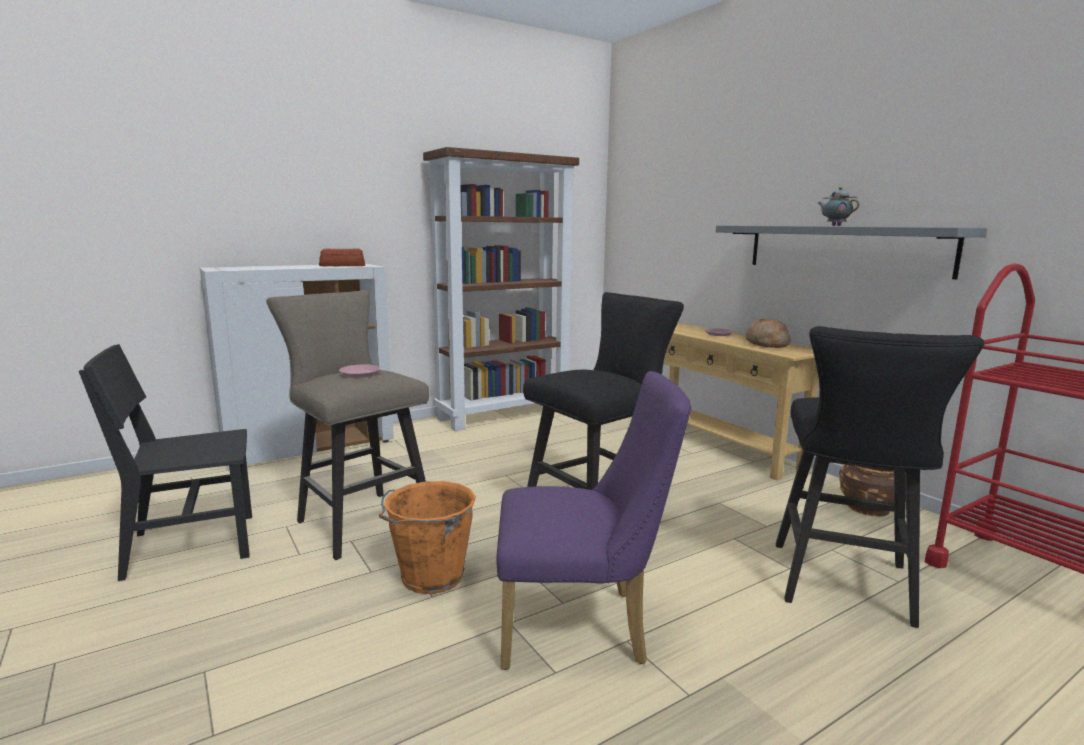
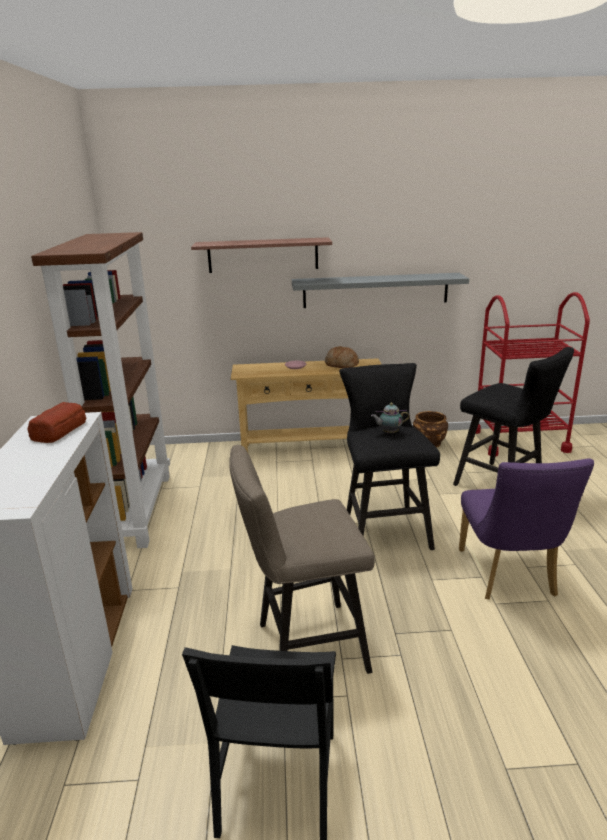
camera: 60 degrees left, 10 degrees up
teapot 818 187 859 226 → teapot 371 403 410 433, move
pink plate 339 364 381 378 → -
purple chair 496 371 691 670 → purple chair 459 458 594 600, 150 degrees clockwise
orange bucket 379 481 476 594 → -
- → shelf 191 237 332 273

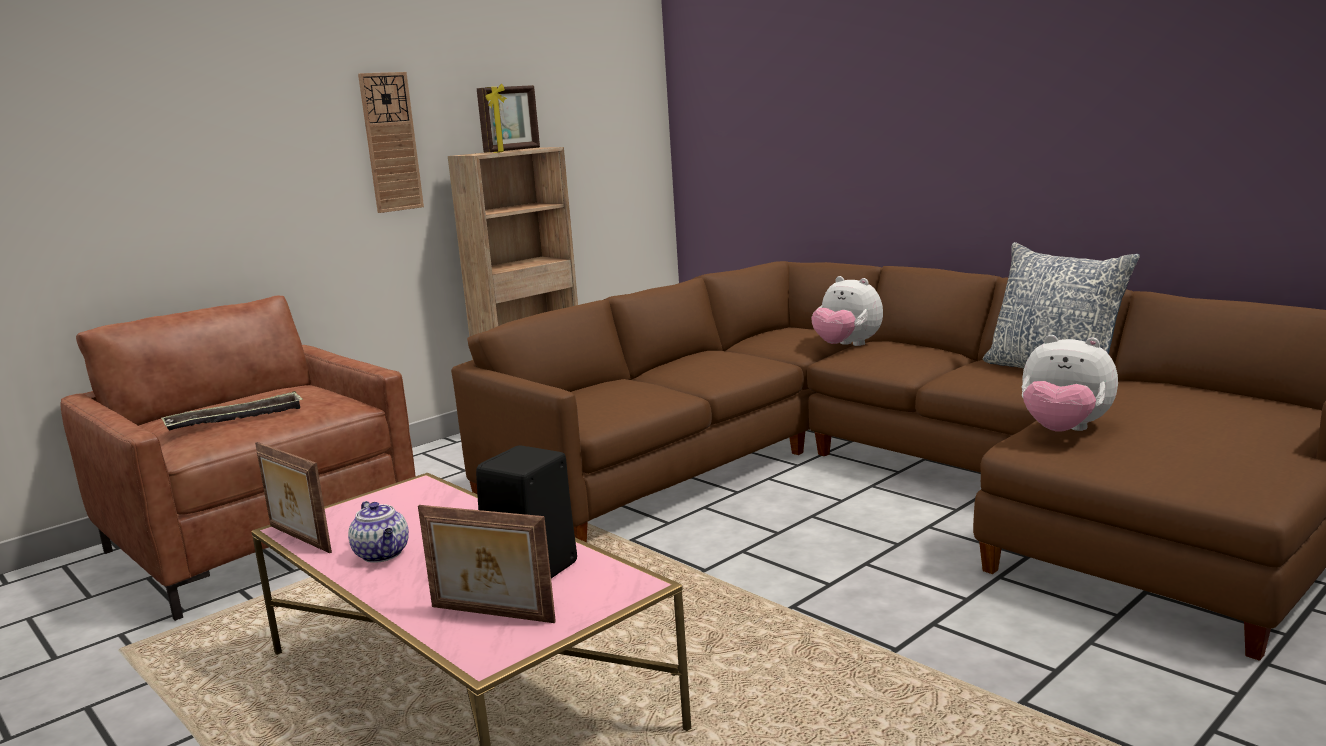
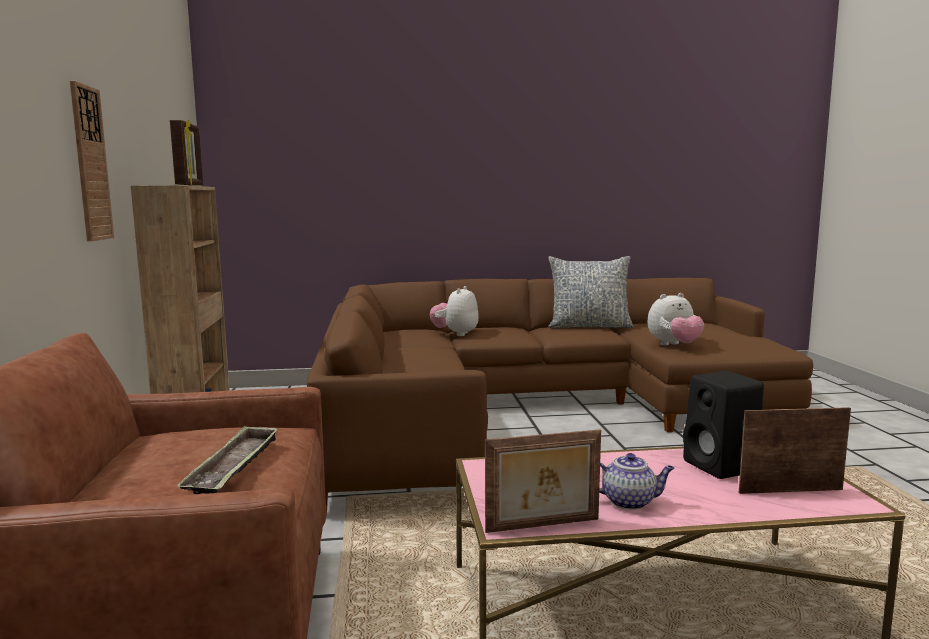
camera: 55 degrees left, 5 degrees down
plush toy 811 276 883 346 → plush toy 430 286 479 336, 120 degrees clockwise
picture frame 418 505 556 623 → picture frame 739 407 851 494, 150 degrees counterclockwise

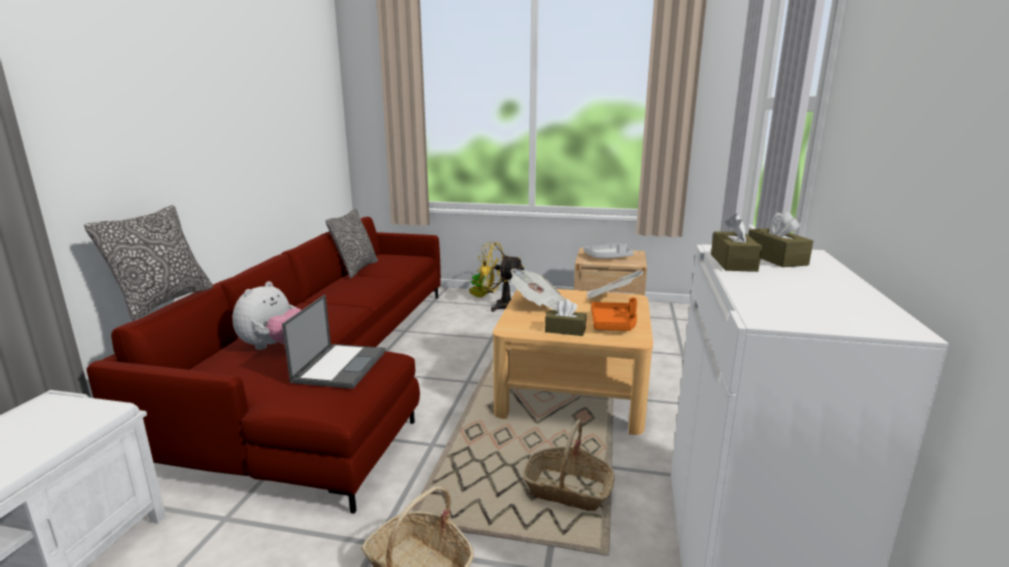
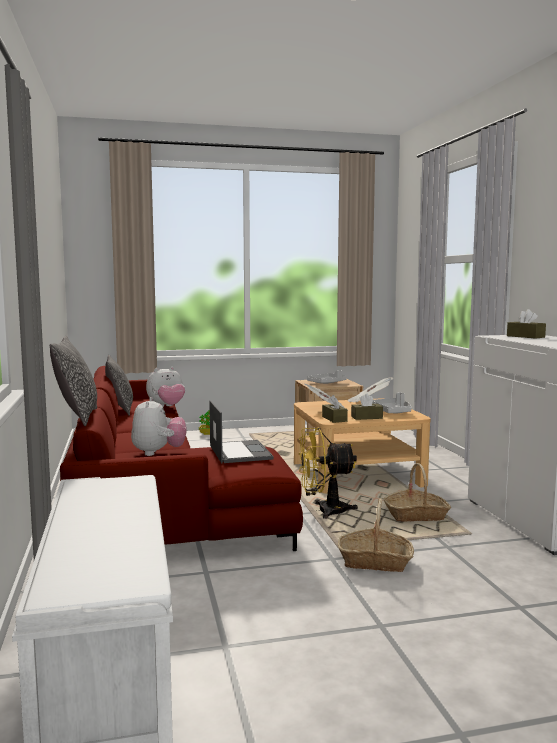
camera: 25 degrees left, 10 degrees down
brown tissue box 711 214 762 272 → brown tissue box 322 395 348 423, move
yellow fan 476 242 524 312 → yellow fan 299 427 358 519, move
orange tray 591 297 637 331 → grey tray 372 392 412 413
- → plush toy 146 367 185 407

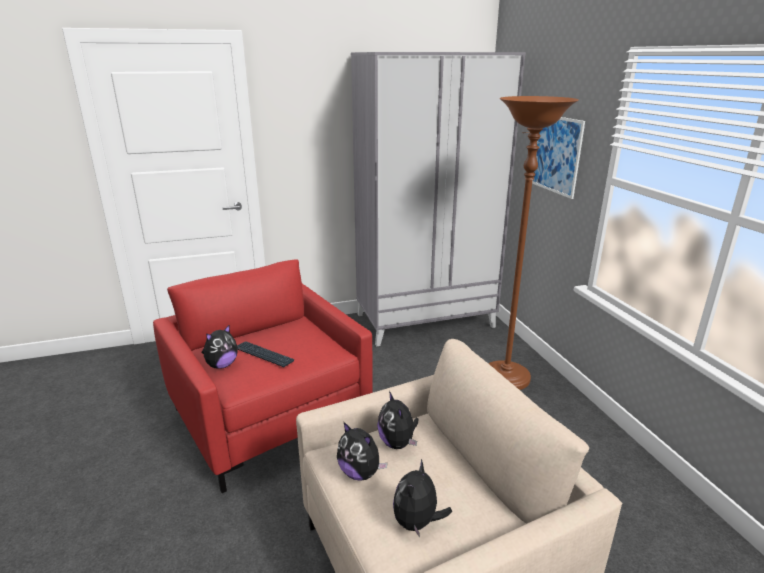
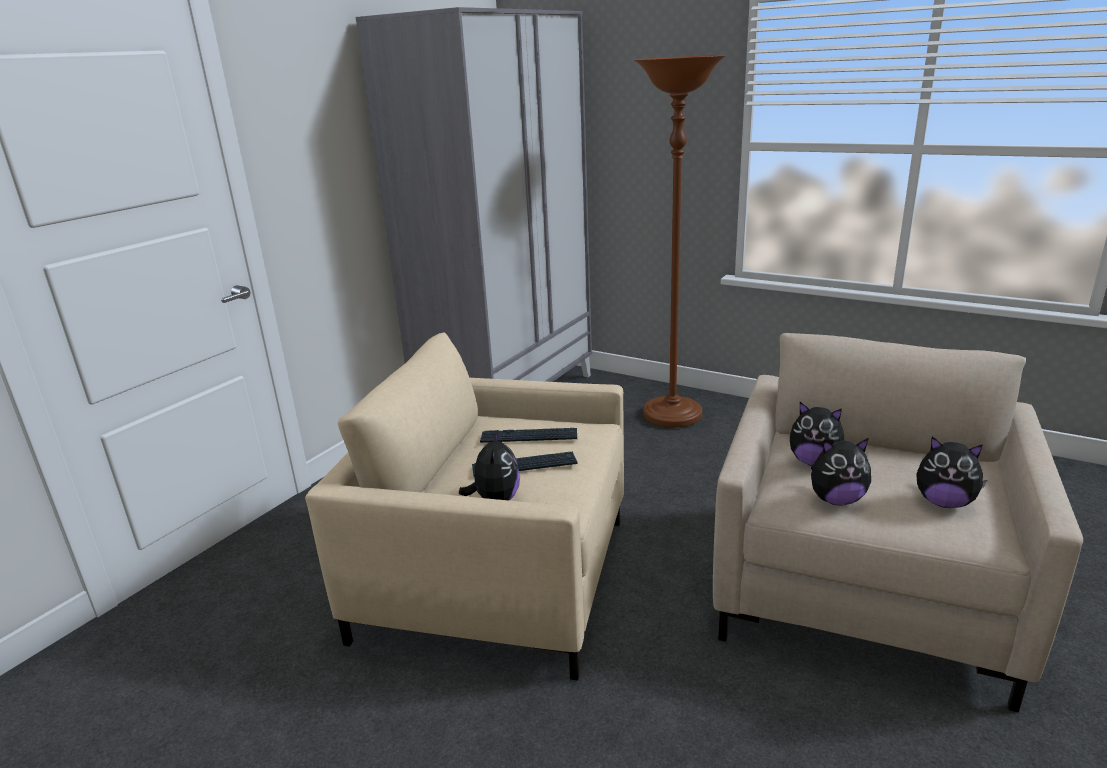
camera: 40 degrees left, 0 degrees up
picture 532 117 585 199 → -
red armchair 153 259 373 493 → beige armchair 305 332 624 681
plush toy 393 459 452 537 → plush toy 916 437 988 508, 45 degrees counterclockwise
- → keyboard 480 428 577 443

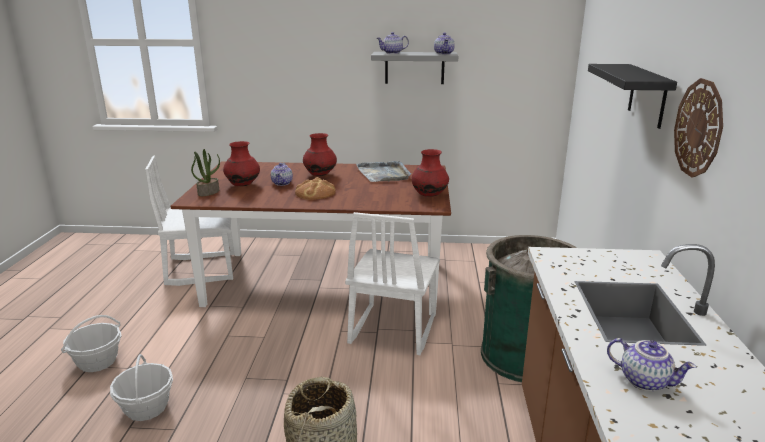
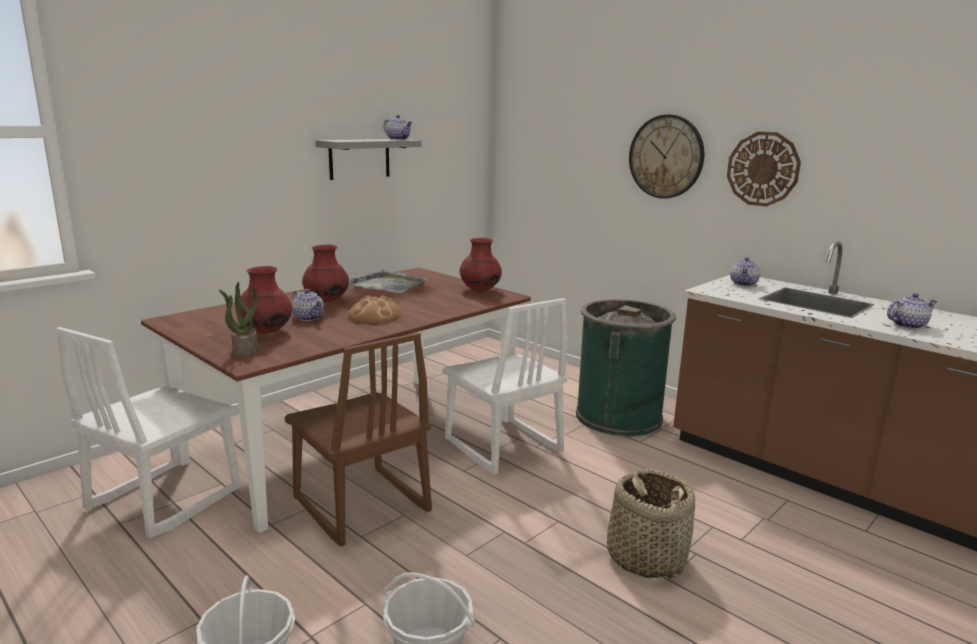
camera: 50 degrees left, 5 degrees down
teapot 377 32 409 54 → teapot 730 257 760 286, move
black shelf 588 64 677 129 → wall clock 629 114 704 199
- → brown chair 284 332 432 547

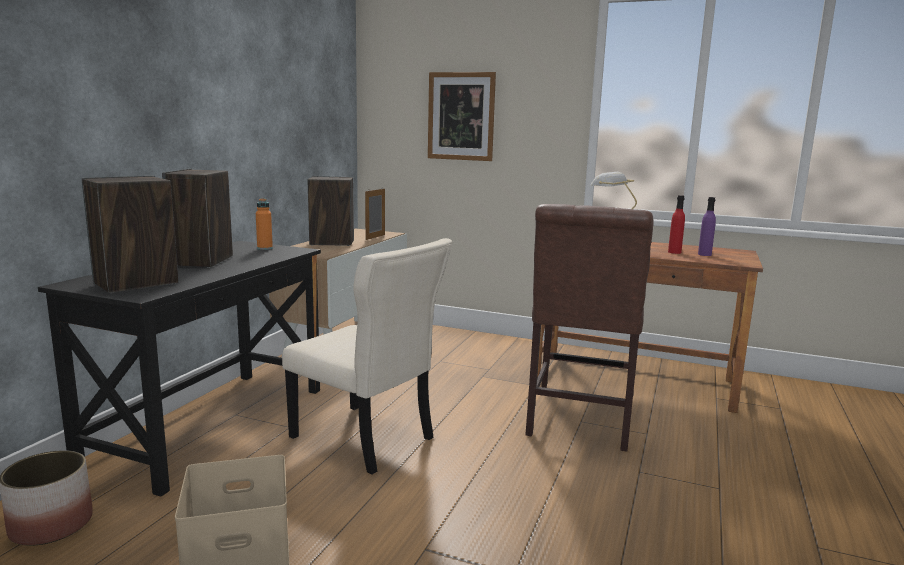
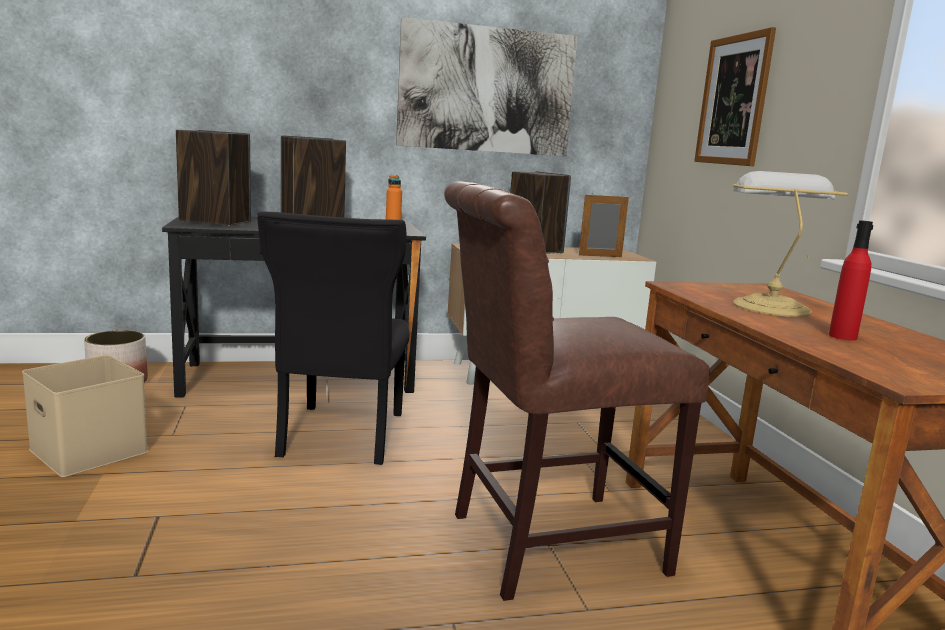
camera: 55 degrees right, 0 degrees up
purple bottle 698 197 716 256 → -
beige chair 282 238 452 474 → black chair 257 212 409 465
- → picture 396 17 578 156

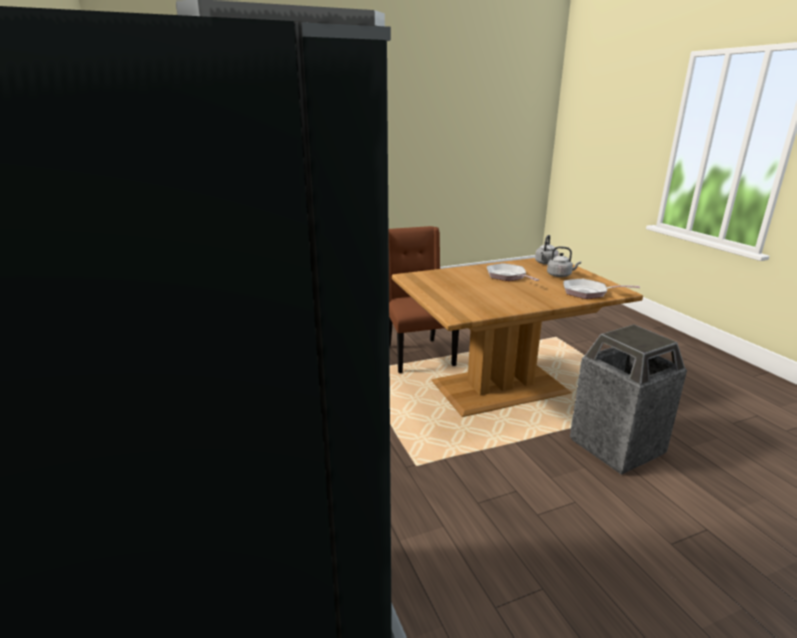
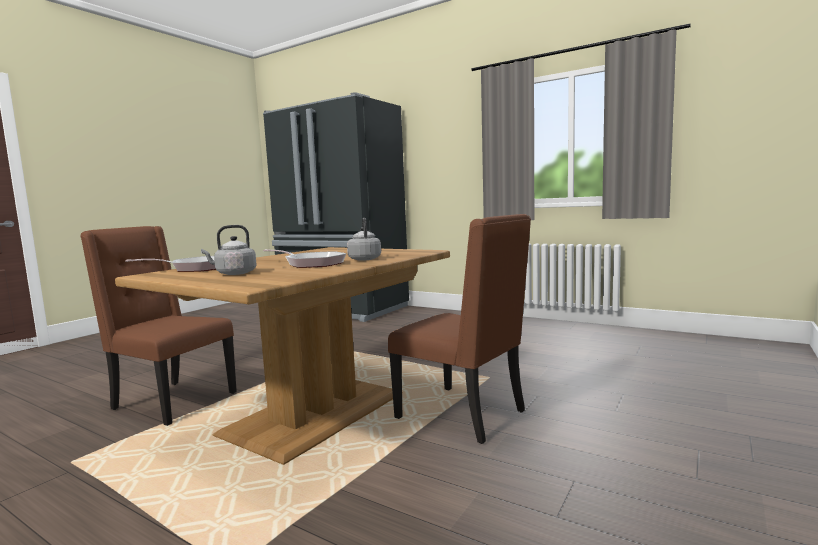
camera: 145 degrees right, 15 degrees down
grey kettle 535 235 559 265 → grey kettle 347 217 381 261, move
trash can 570 324 687 475 → brown chair 81 226 237 426

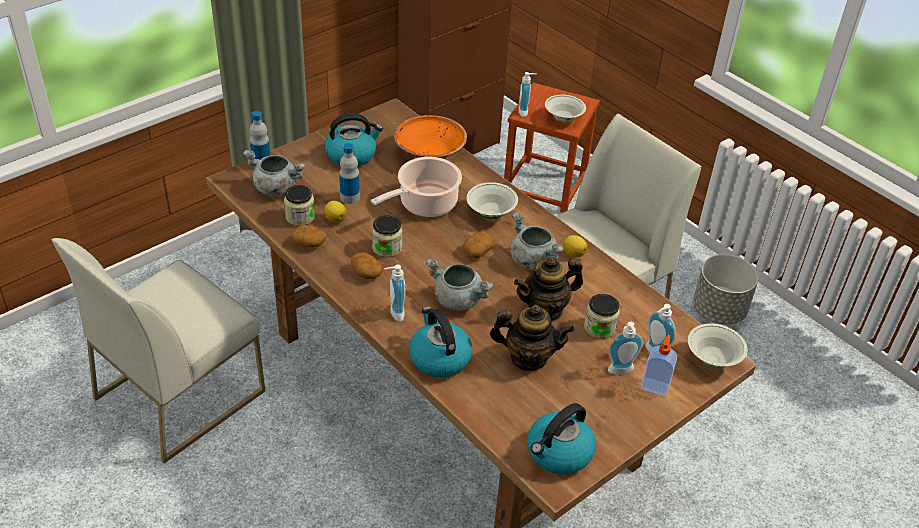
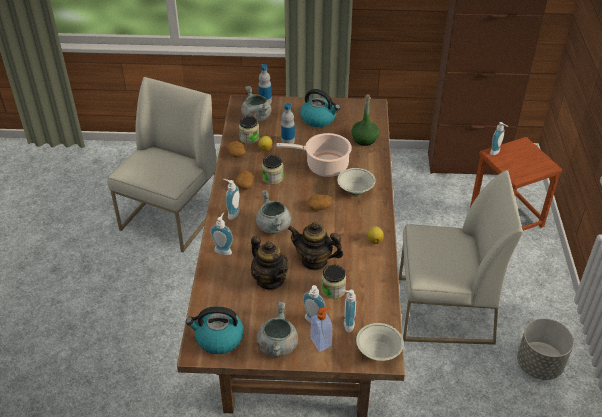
camera: 45 degrees right, 0 degrees up
white bowl 545 95 586 123 → -
orange bowl 394 115 467 159 → green bottle 351 94 379 146
grey cooking pot 511 212 564 270 → grey cooking pot 257 302 298 357, move
white chair 51 238 265 463 → white chair 107 77 217 252, 120 degrees clockwise
kettle 409 307 472 378 → soap dispenser 210 212 233 255

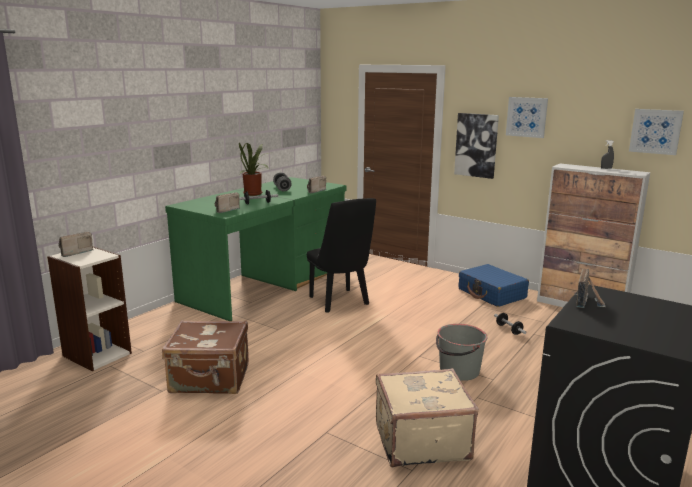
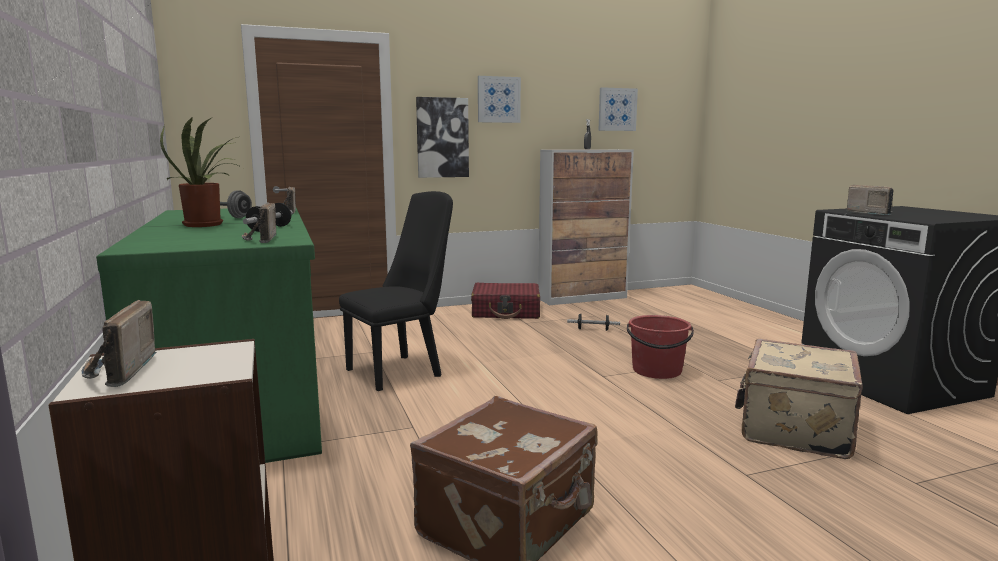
camera: 55 degrees left, 5 degrees down
black chair 307 198 376 313 → black chair 339 191 453 391, 45 degrees counterclockwise
blue suitcase 459 264 529 307 → red suitcase 471 283 540 319
grey bucket 436 324 488 381 → red bucket 627 315 694 379

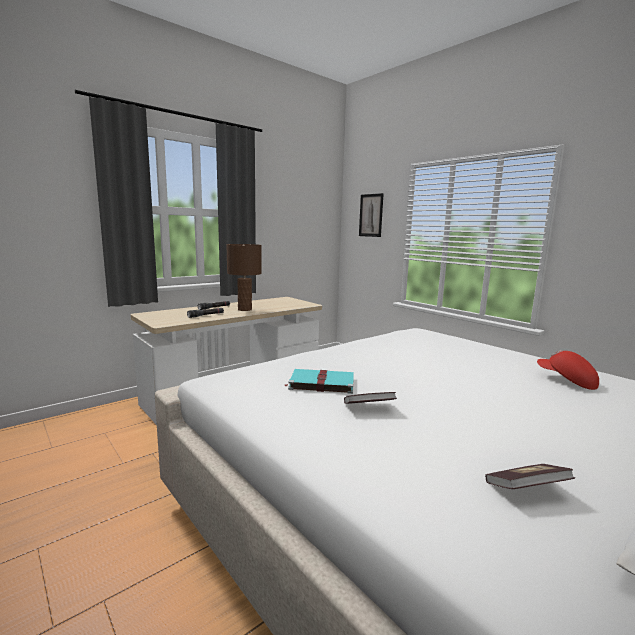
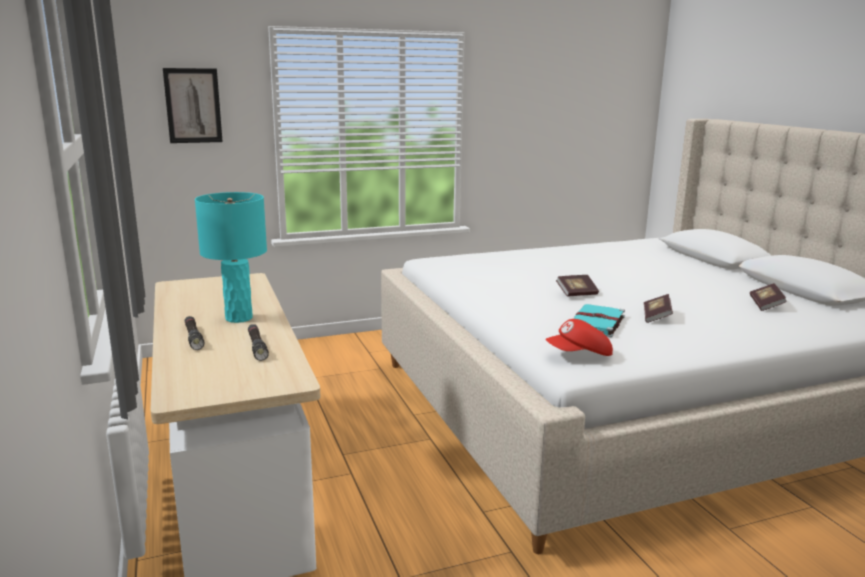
camera: 70 degrees left, 5 degrees up
brown table lamp 226 244 262 311 → turquoise table lamp 195 192 267 323
red cap 537 350 599 390 → red cap 546 319 613 356, move
- → book 556 275 599 297

